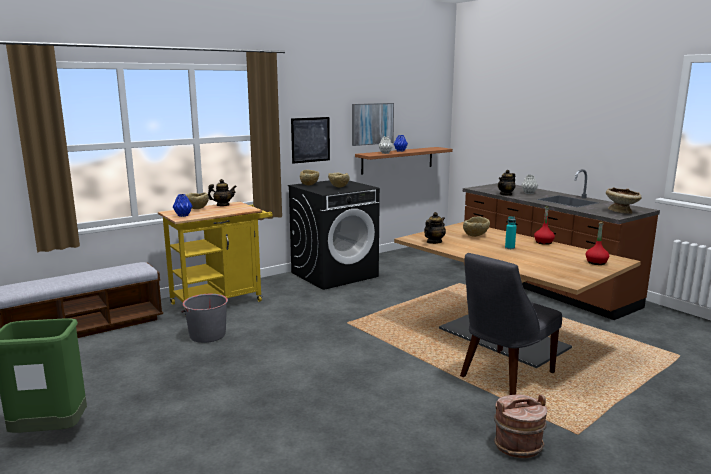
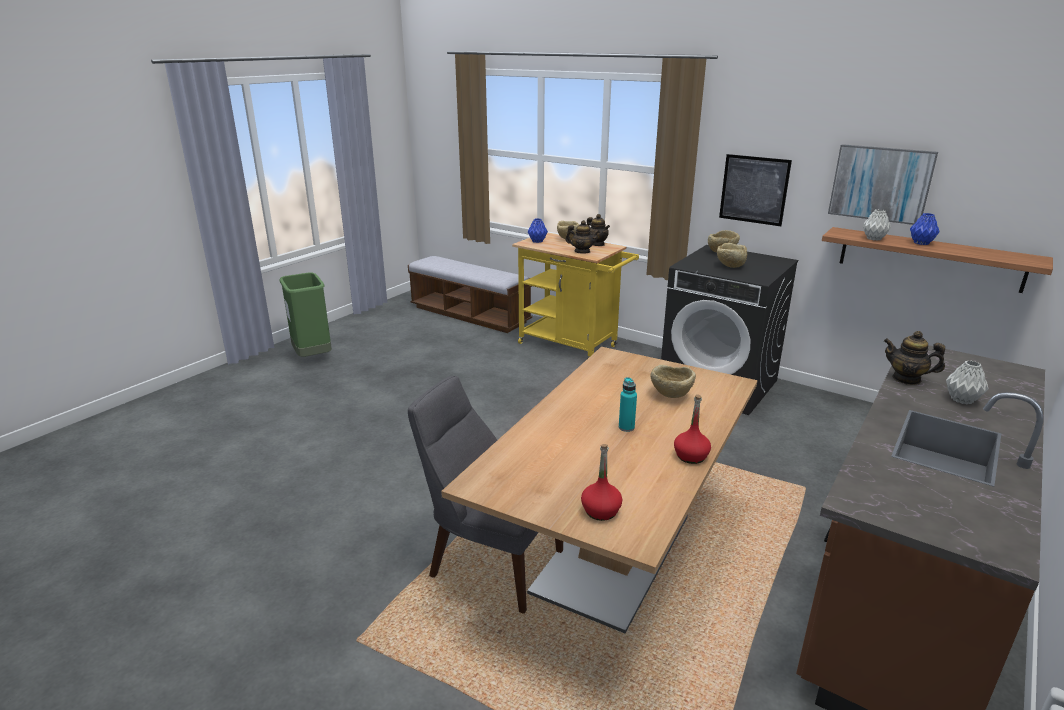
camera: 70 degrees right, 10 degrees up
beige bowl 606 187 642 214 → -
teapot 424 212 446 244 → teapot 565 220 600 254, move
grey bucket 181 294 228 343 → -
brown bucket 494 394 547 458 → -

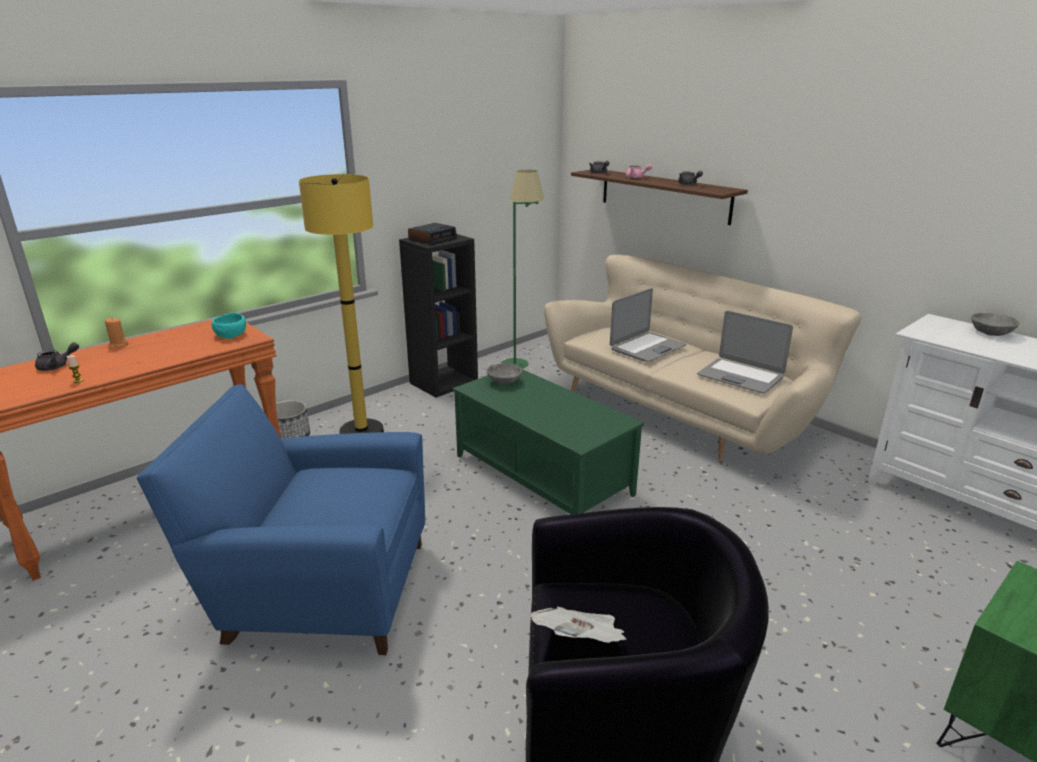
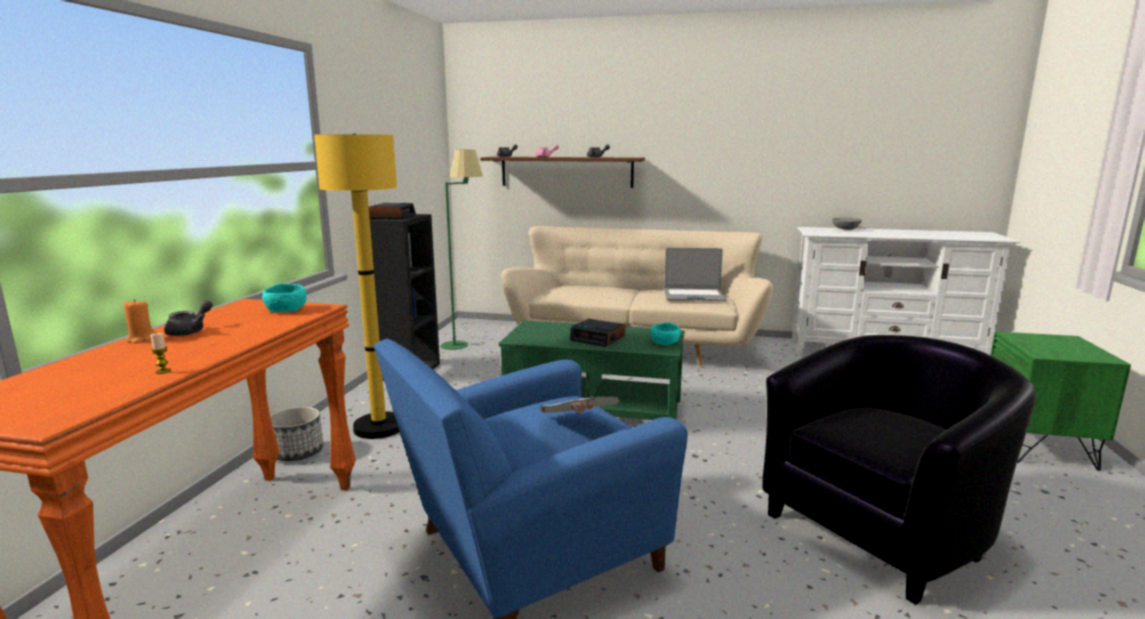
camera: 35 degrees left, 10 degrees down
laptop 610 288 686 362 → -
grey teapot 35 342 79 371 → grey teapot 164 300 213 336, move
grey bowl 486 363 522 384 → -
newspaper 531 607 627 643 → newspaper 540 397 621 414, move
- → alarm clock 570 319 626 347
- → turquoise bowl 650 323 680 346

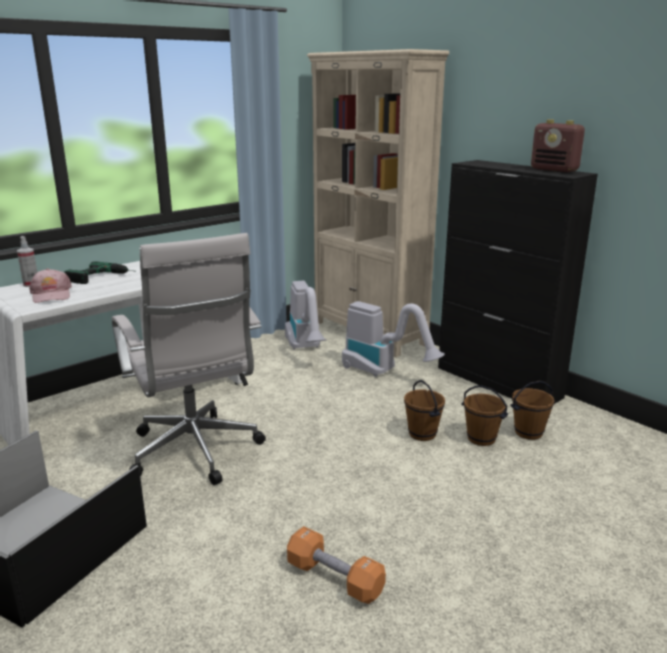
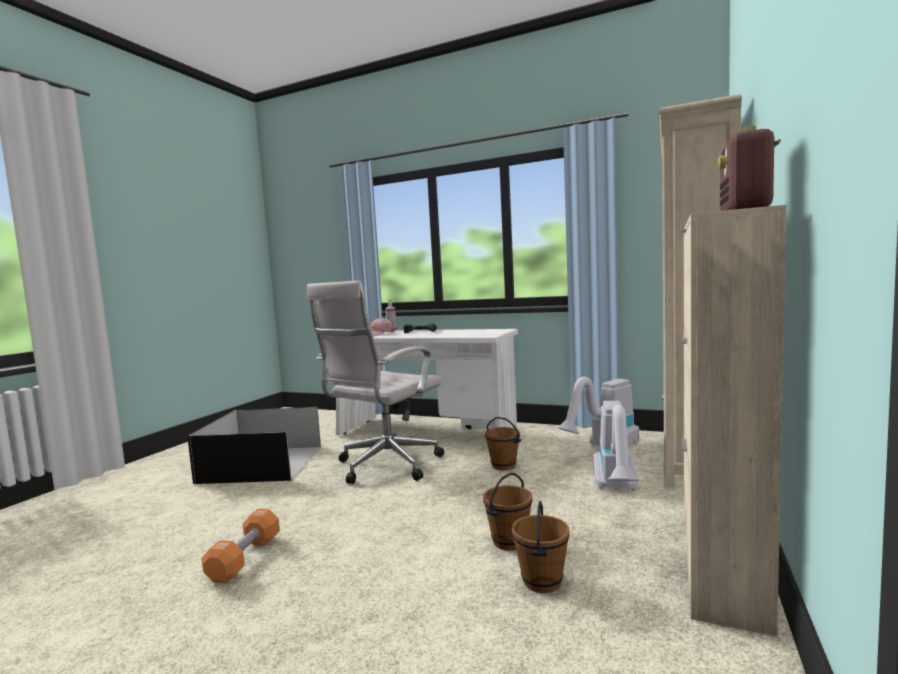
camera: 65 degrees right, 15 degrees down
black cabinet 438 160 598 404 → beige cabinet 681 205 786 636
brown bucket 511 381 554 440 → brown bucket 485 417 521 470, move

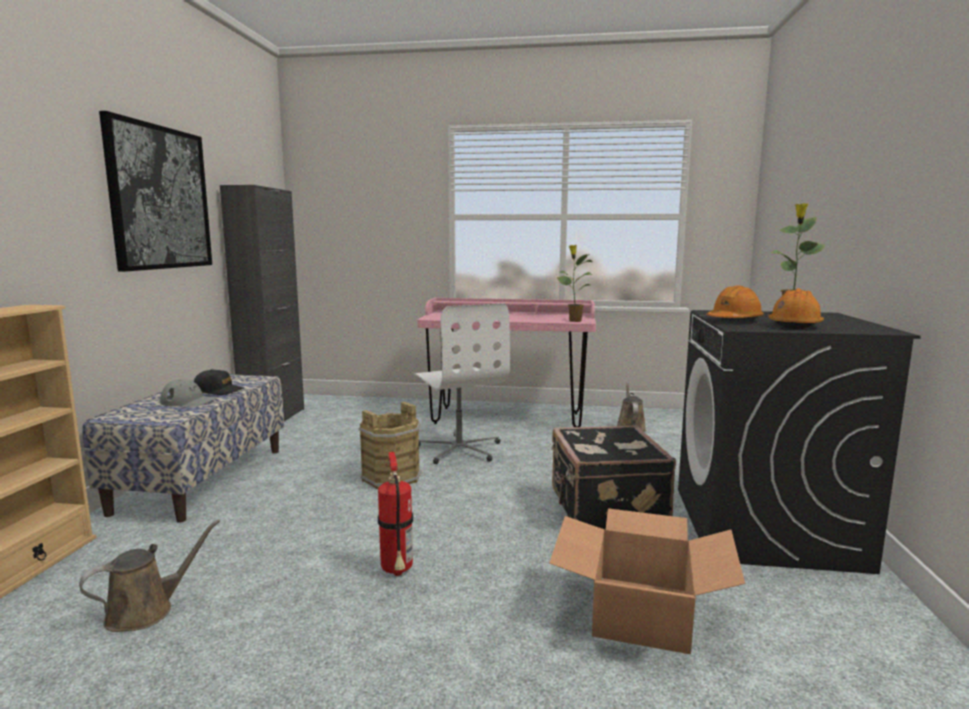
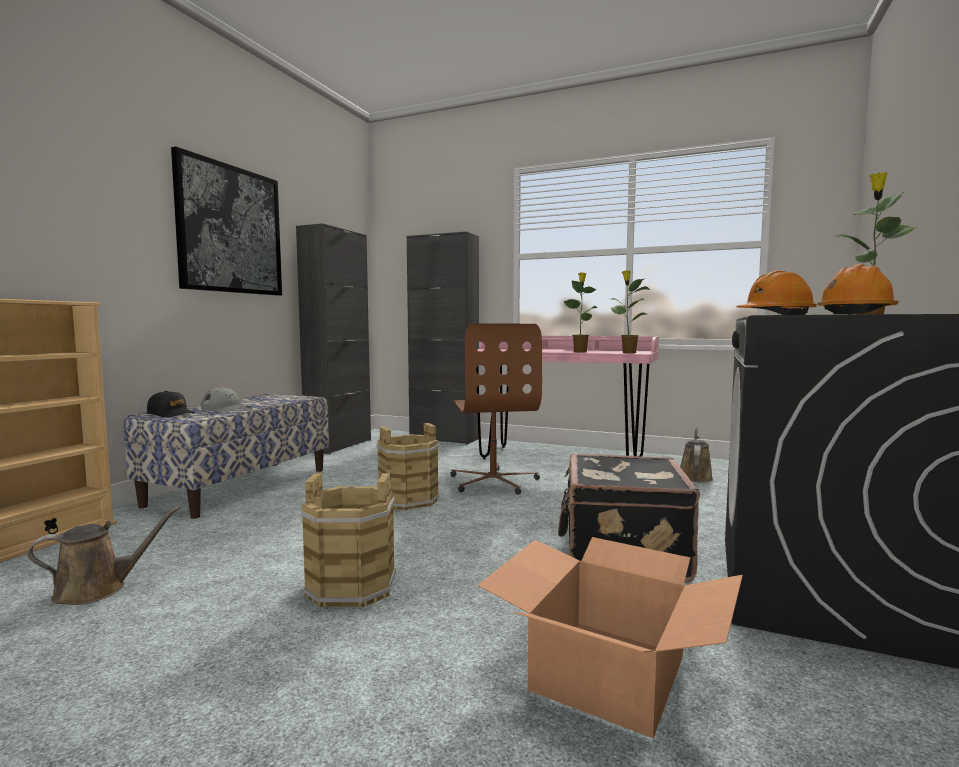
camera: 15 degrees right, 5 degrees down
white office chair 414 303 510 464 → brown office chair 451 324 542 495
black cap 194 369 243 395 → black cap 147 391 195 418, move
fire extinguisher 378 449 413 576 → brown bucket 301 473 396 607
- → black cabinet 407 231 479 445
- → potted plant 564 272 598 352

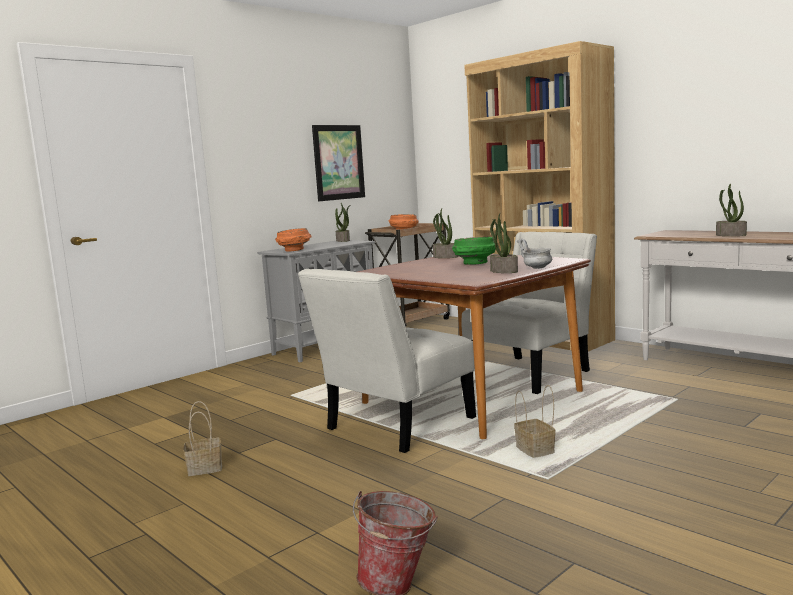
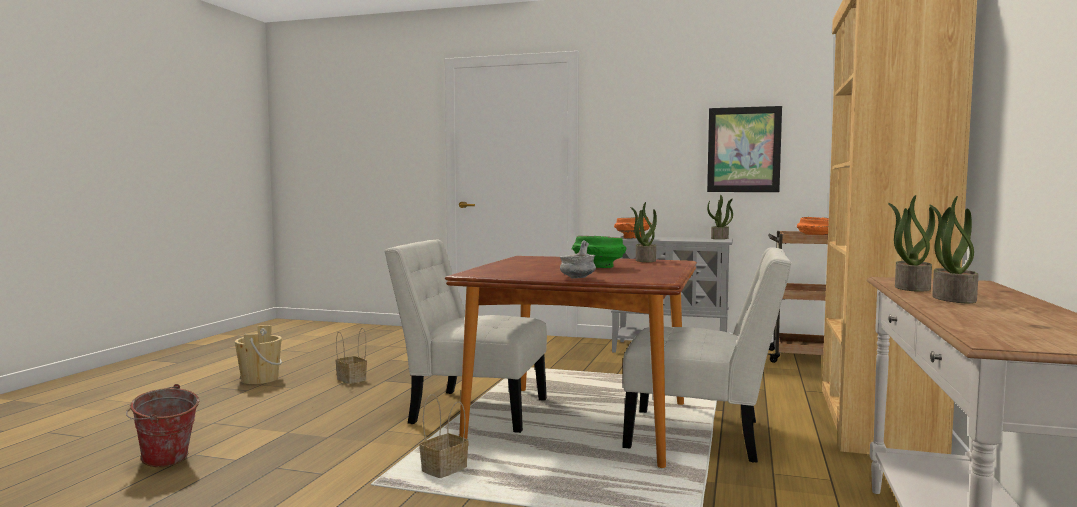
camera: 60 degrees right, 5 degrees down
potted plant 490 213 518 273 → potted plant 888 195 935 292, move
- → beige bucket 235 325 282 384

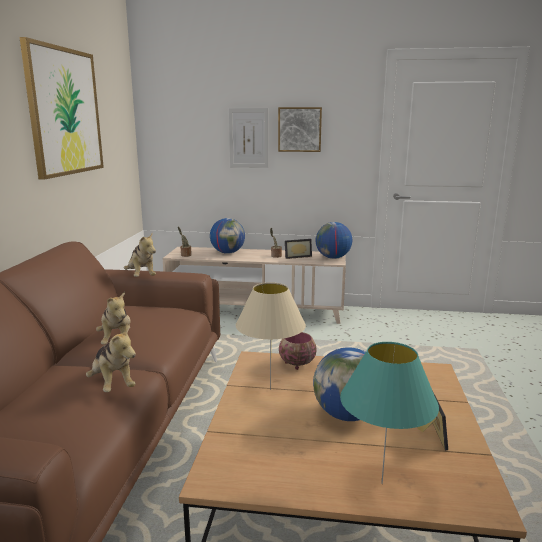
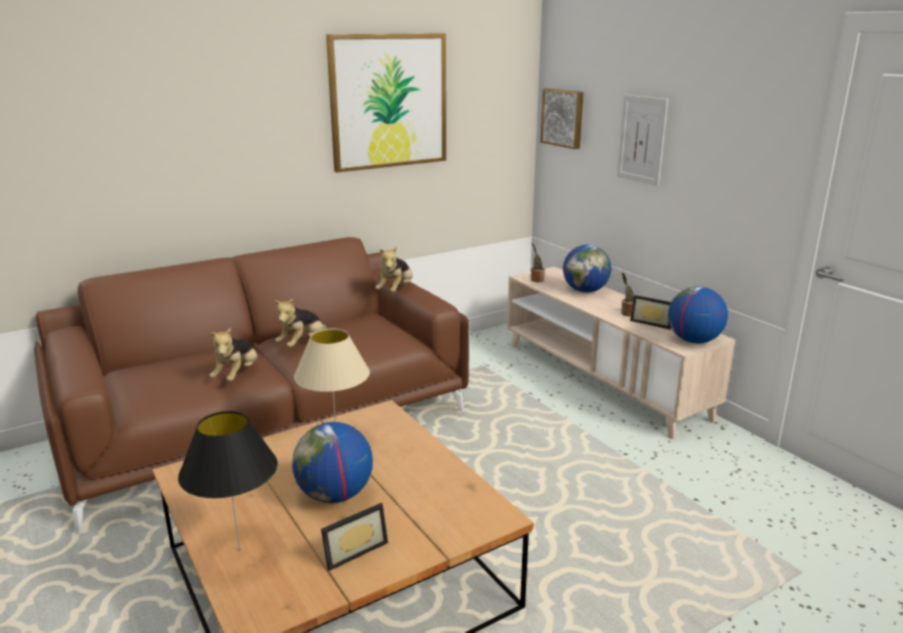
camera: 50 degrees right, 5 degrees up
picture 278 107 322 152 → picture 541 88 583 149, move
bowl 279 332 317 370 → -
turquoise table lamp 340 342 439 484 → black table lamp 178 411 278 550

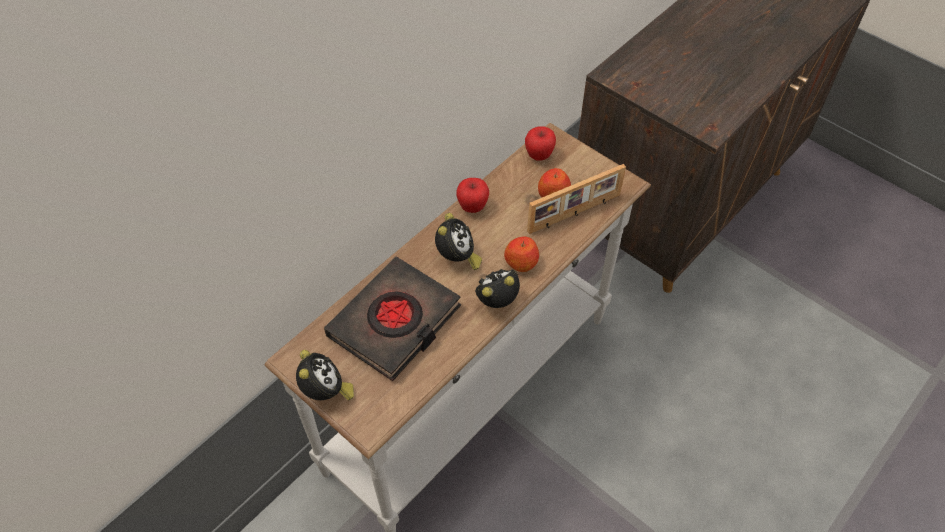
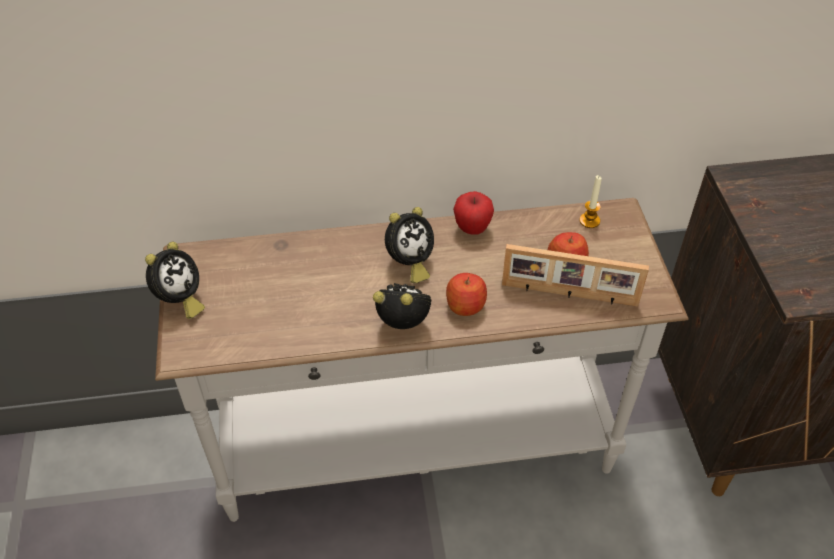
camera: 40 degrees right, 5 degrees down
apple 525 126 556 160 → candle 579 175 602 228
black book 324 256 461 381 → -

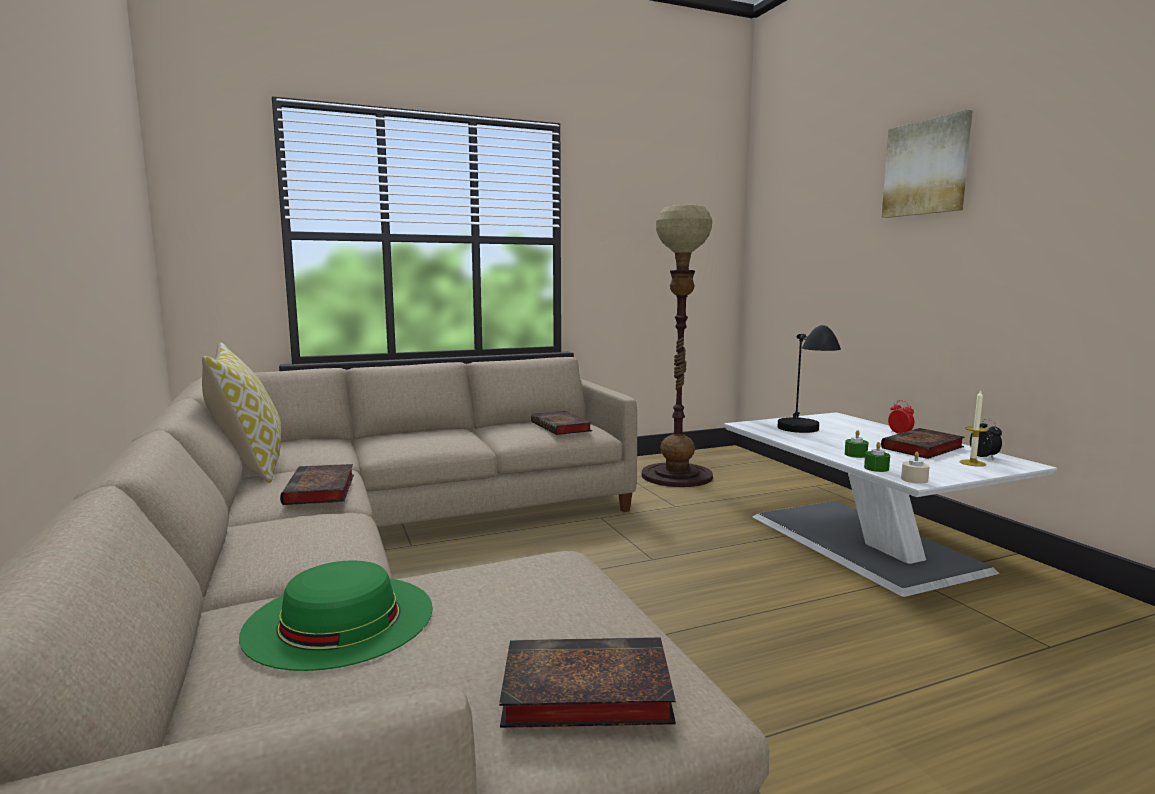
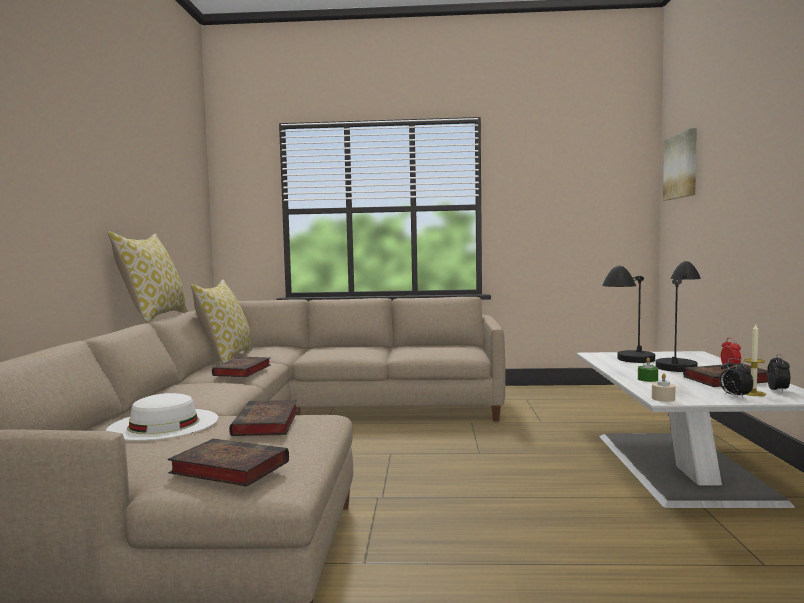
camera: 25 degrees right, 5 degrees down
picture 882 110 973 218 → picture 663 128 697 200, move
floor lamp 641 205 713 487 → -
book 531 411 592 435 → book 229 400 298 436, move
green candle 864 442 890 472 → -
green hat 239 561 433 671 → white hat 106 393 218 441
- → pillow 108 232 188 323
- → black table lamp 656 261 701 372
- → alarm clock 720 358 754 399

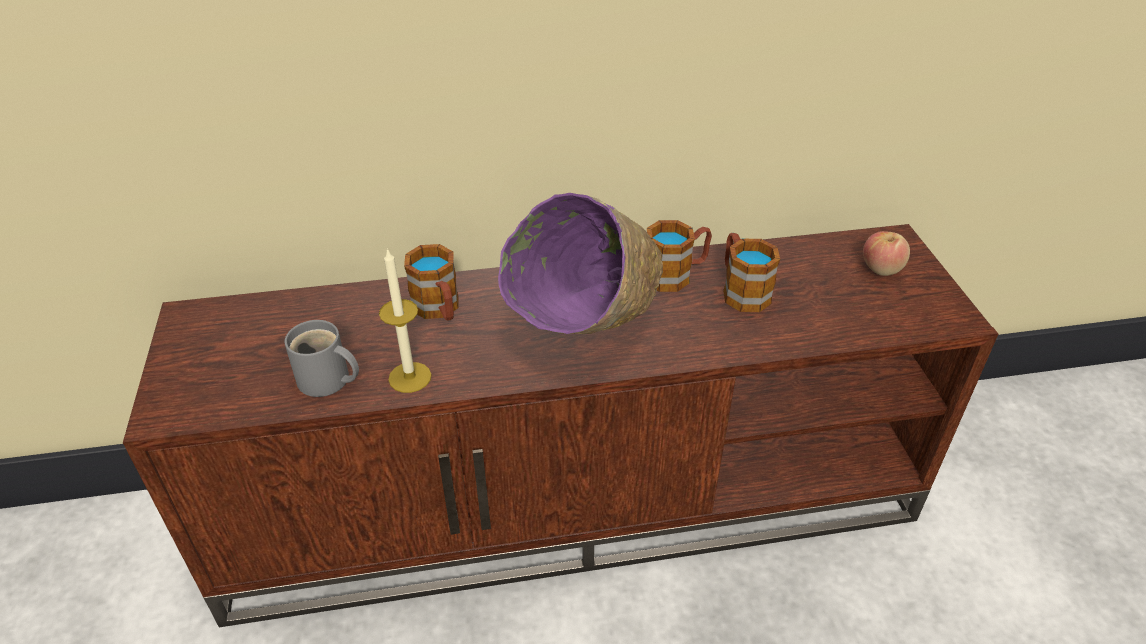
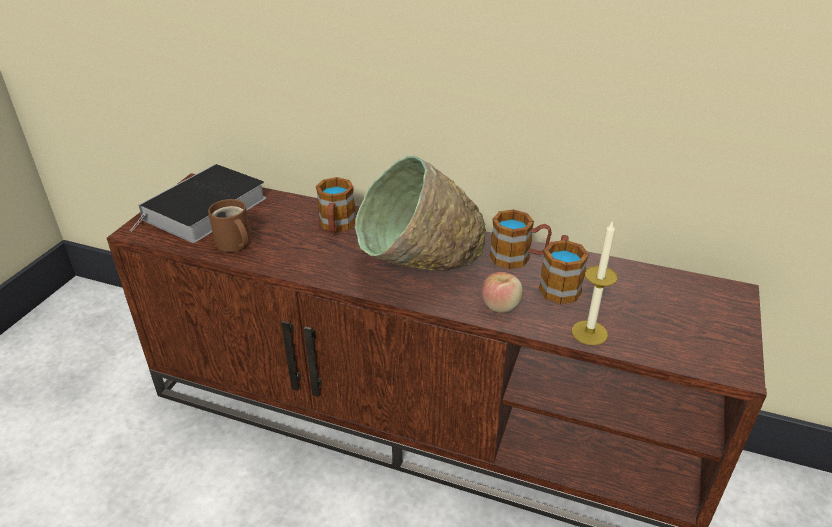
camera: 30 degrees right, 5 degrees down
purple bowl 498 193 663 334 → green bowl 355 156 486 271
apple 863 231 910 276 → apple 482 272 523 313, move
candle 379 248 432 393 → candle 572 220 618 345, move
grey mug 285 320 359 397 → brown mug 208 199 251 252
- → book 130 164 266 243

